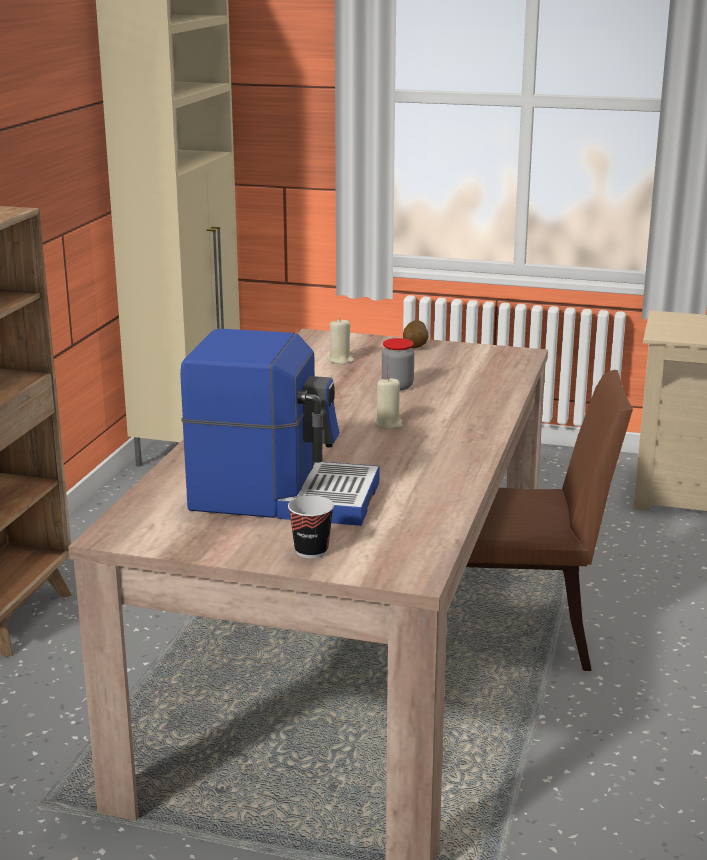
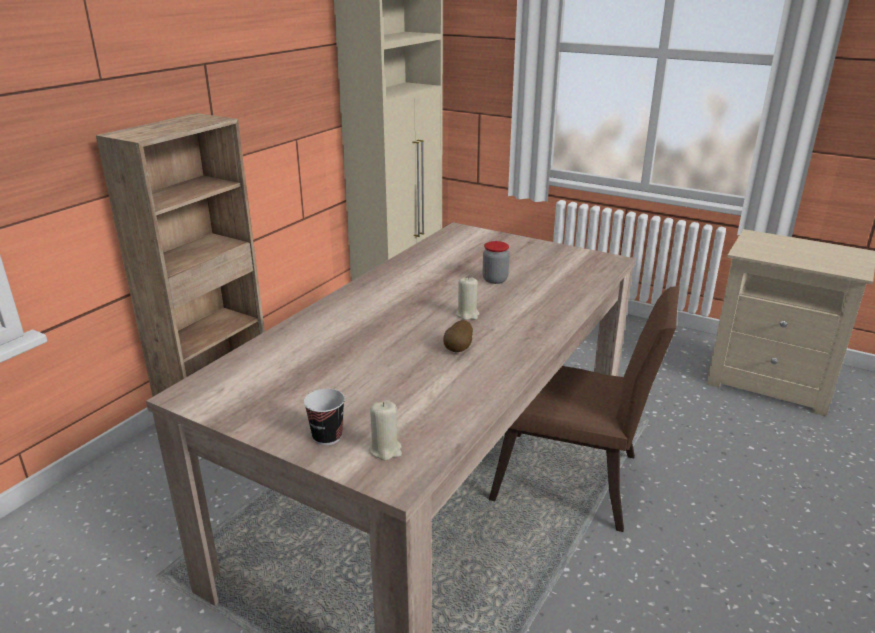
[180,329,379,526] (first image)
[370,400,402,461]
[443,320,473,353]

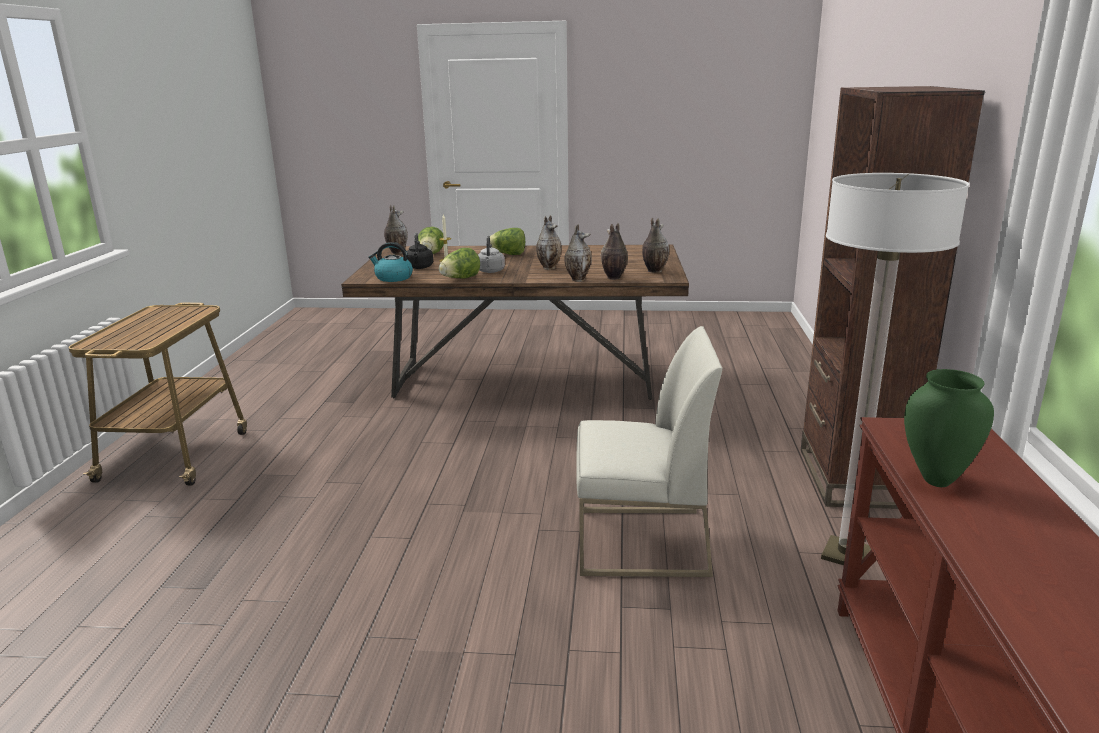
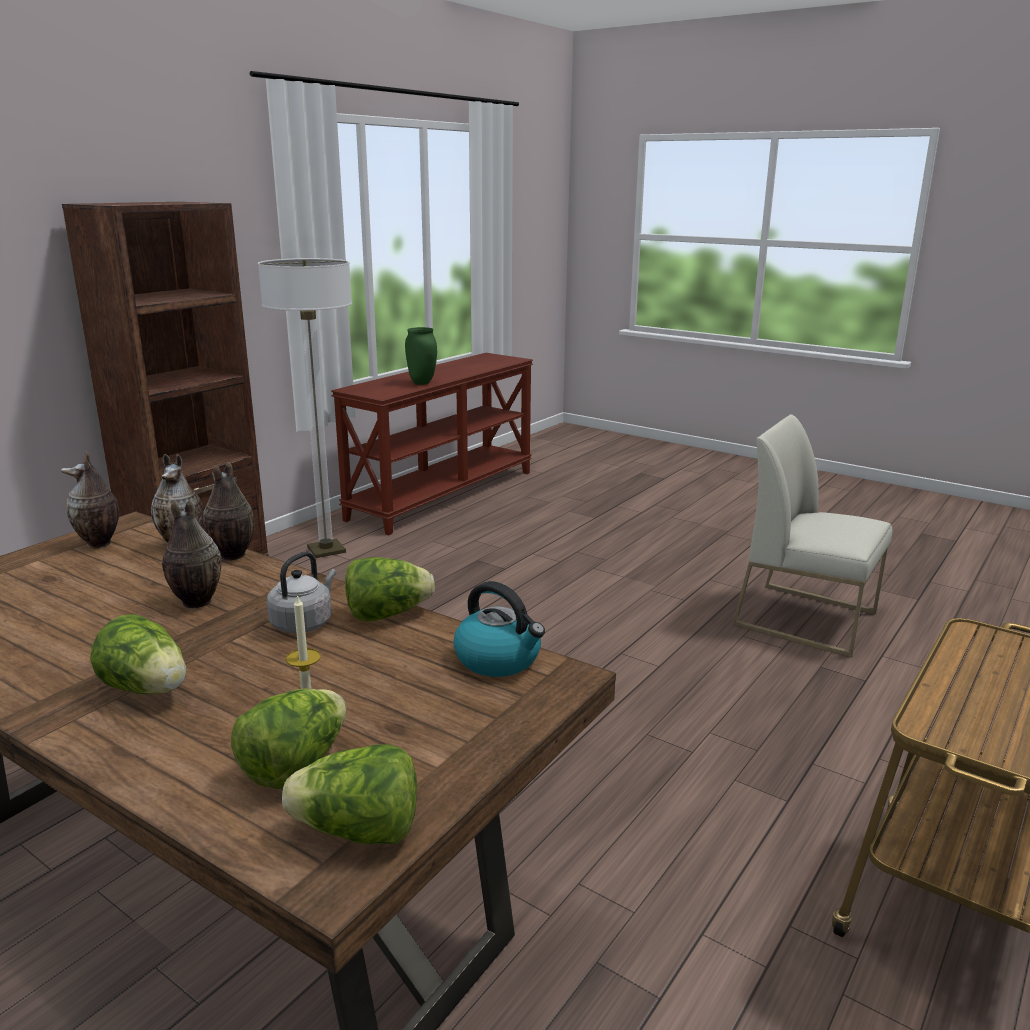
[407,233,433,269] (first image)
[733,414,892,658]
[282,744,417,844]

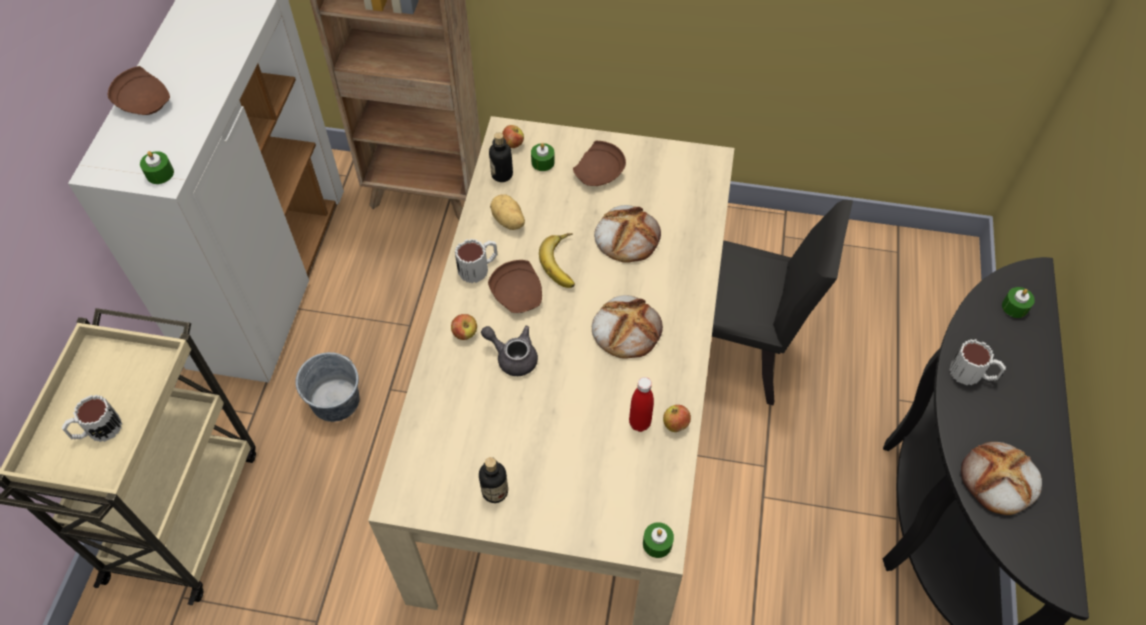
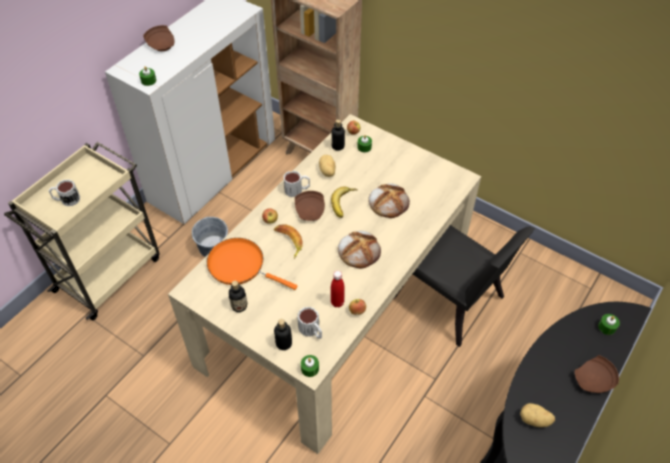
[207,238,298,290]
[274,319,292,350]
[575,355,619,393]
[297,306,322,339]
[274,224,302,259]
[520,403,555,427]

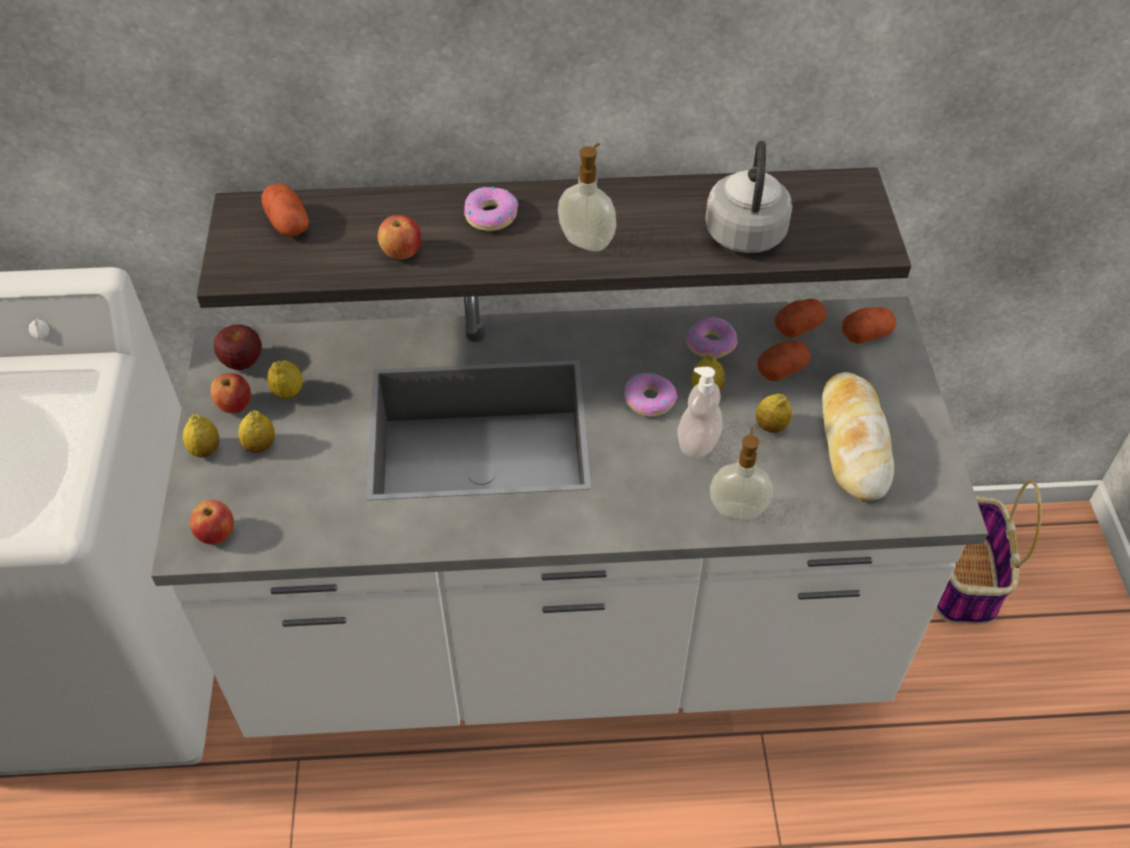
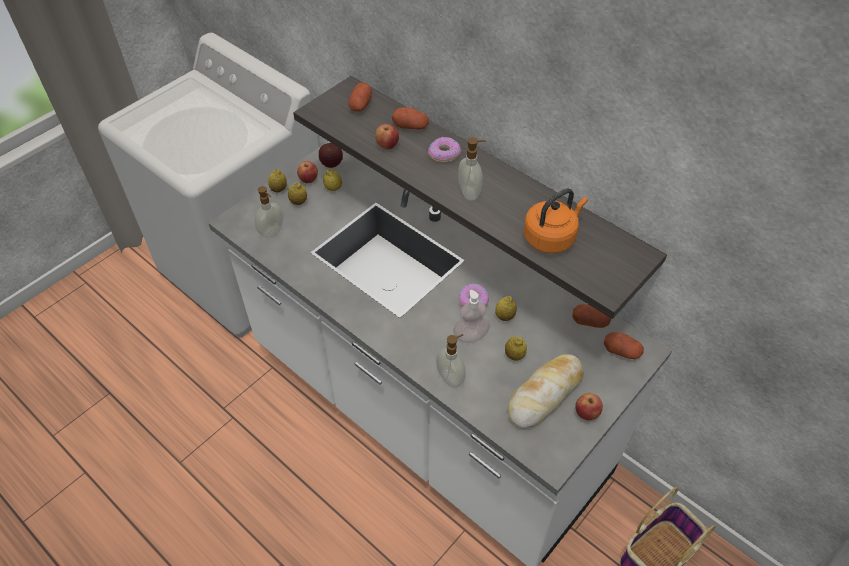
[686,317,738,359] (first image)
[255,186,283,238]
[575,393,603,420]
[392,107,429,130]
[524,188,588,253]

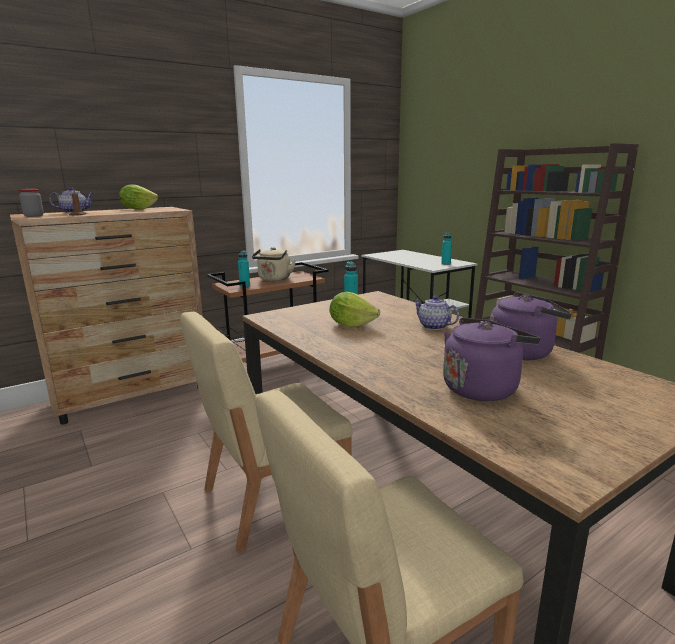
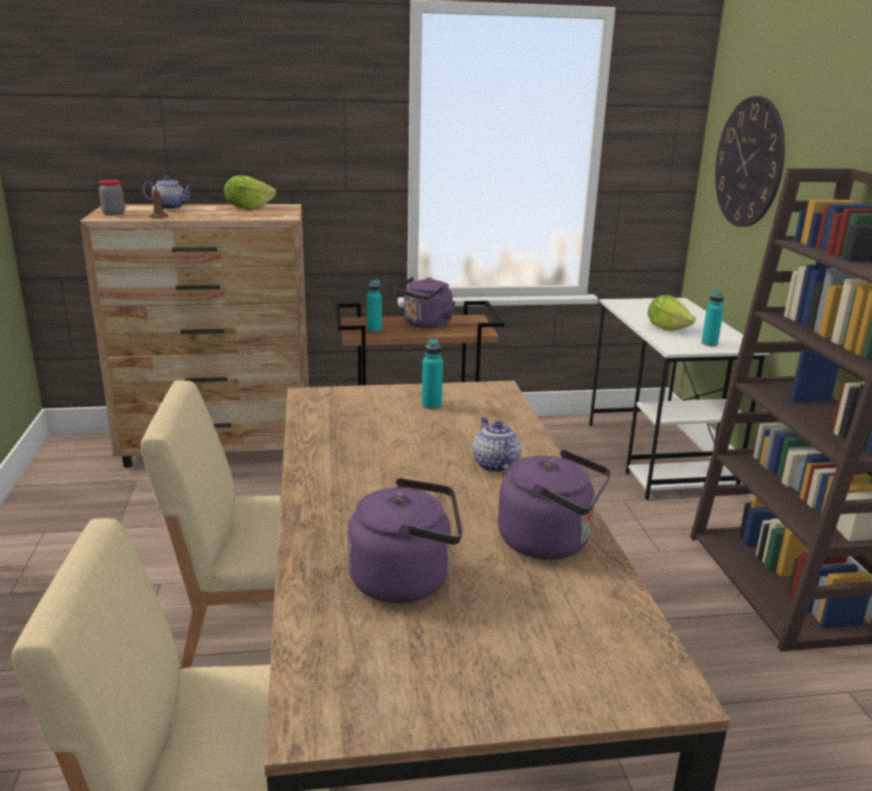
[715,96,785,227]
[648,295,696,331]
[395,277,456,329]

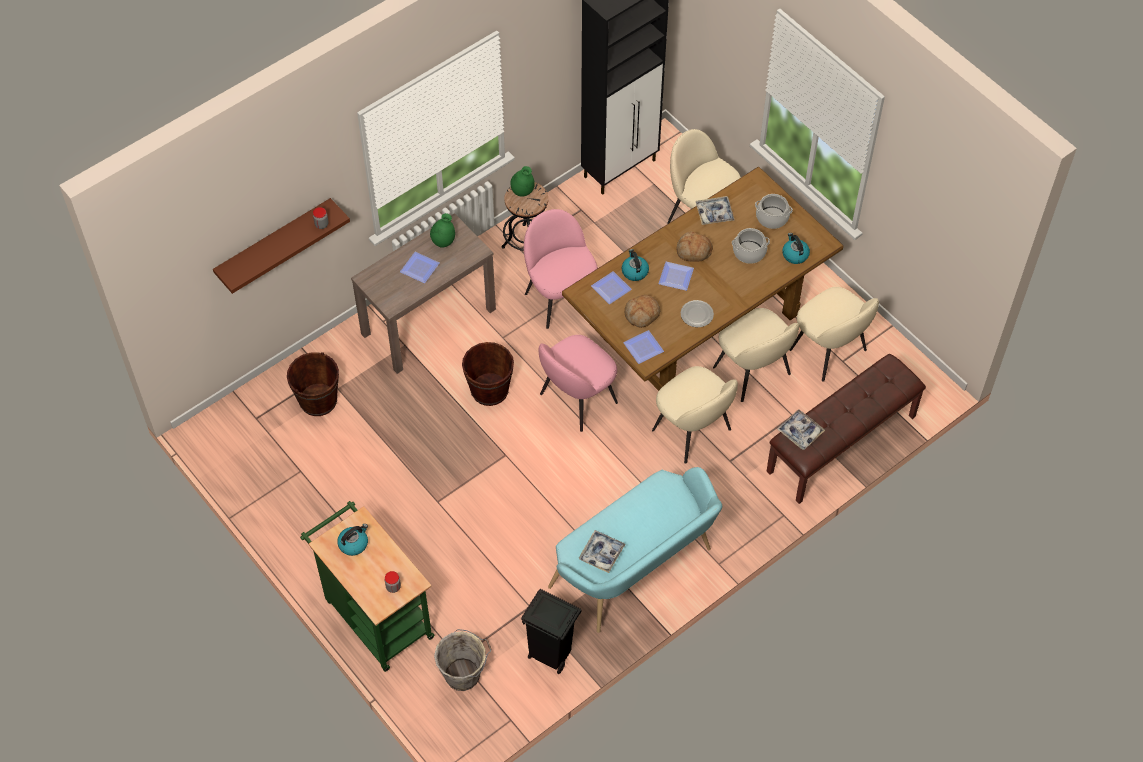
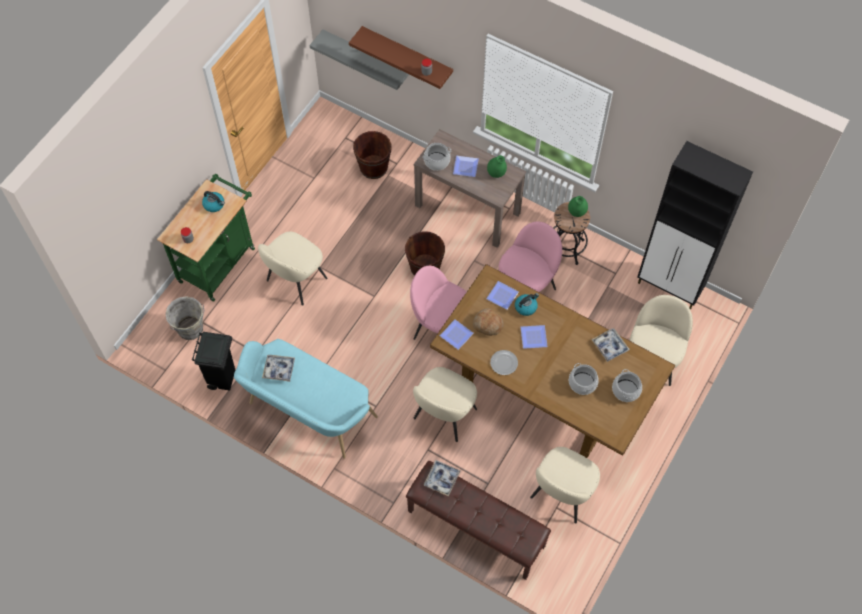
[676,232,713,262] (first image)
[782,233,810,264] (first image)
[310,30,409,90]
[423,143,451,171]
[258,232,328,306]

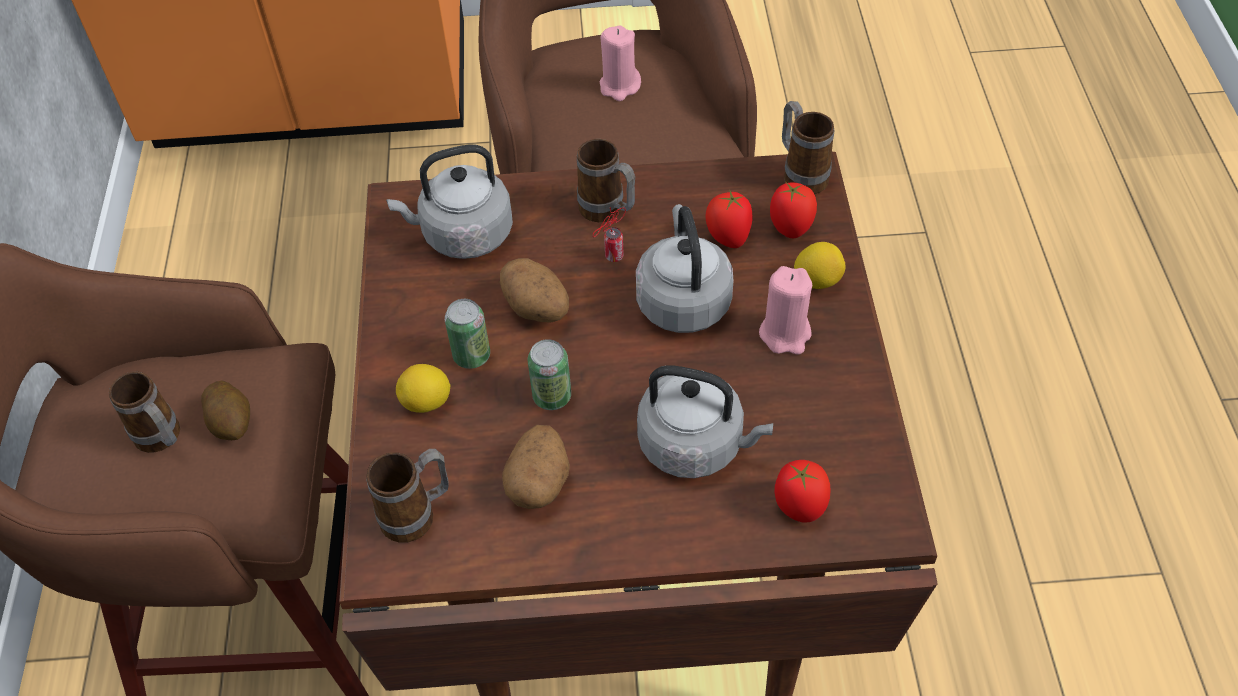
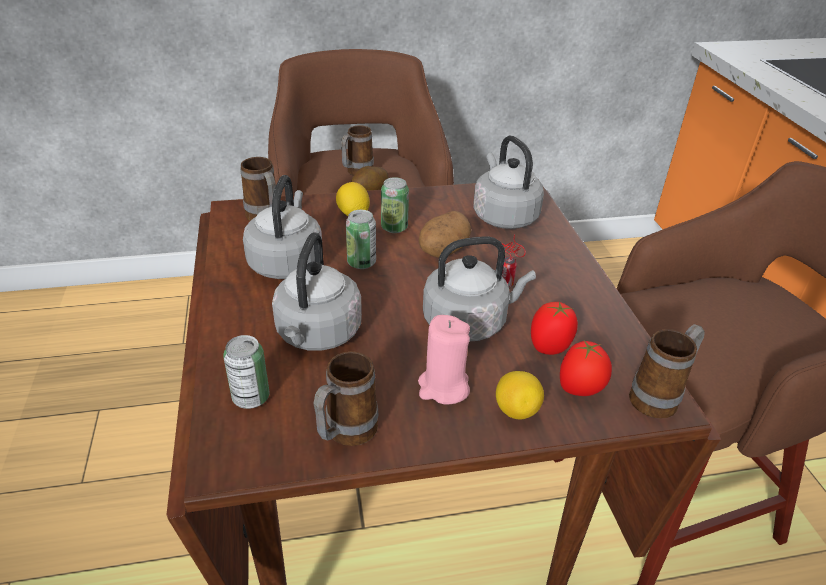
[600,25,641,101] (first image)
[313,351,378,446]
[243,175,322,279]
[223,335,270,409]

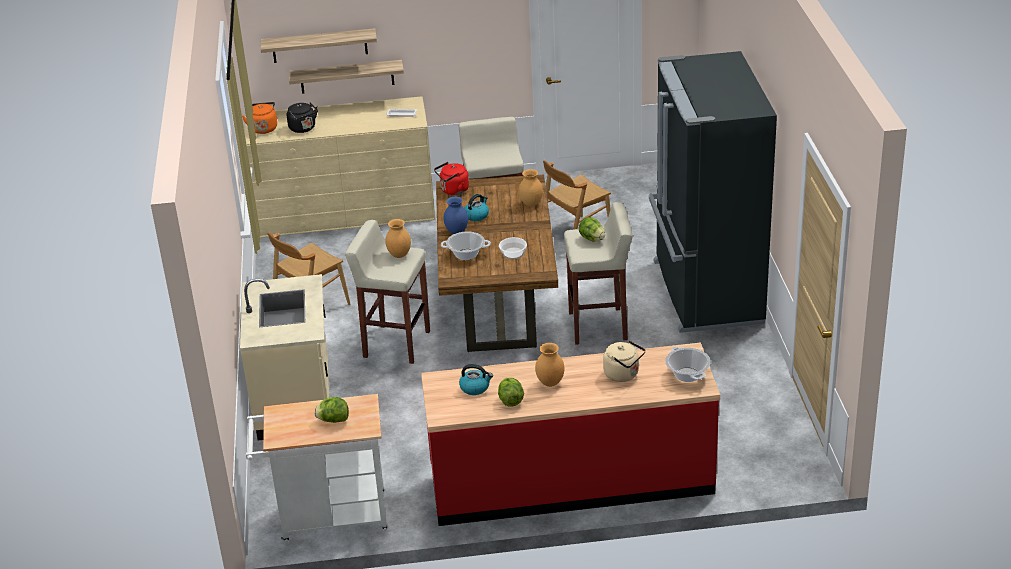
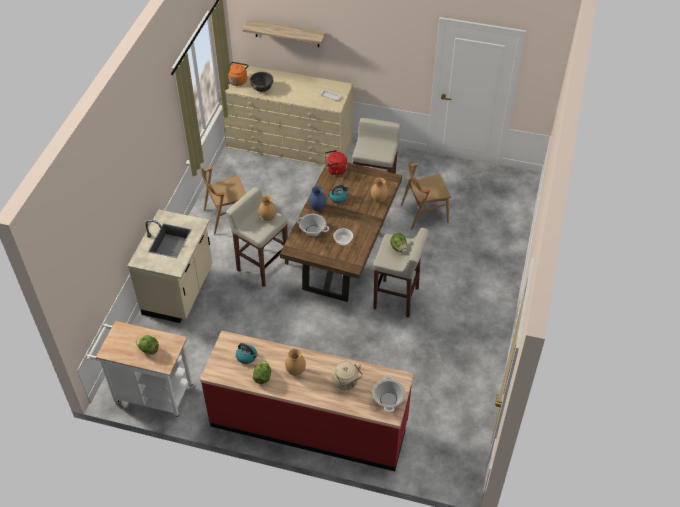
[289,60,404,94] (first image)
[649,51,777,333] (first image)
[249,71,274,92]

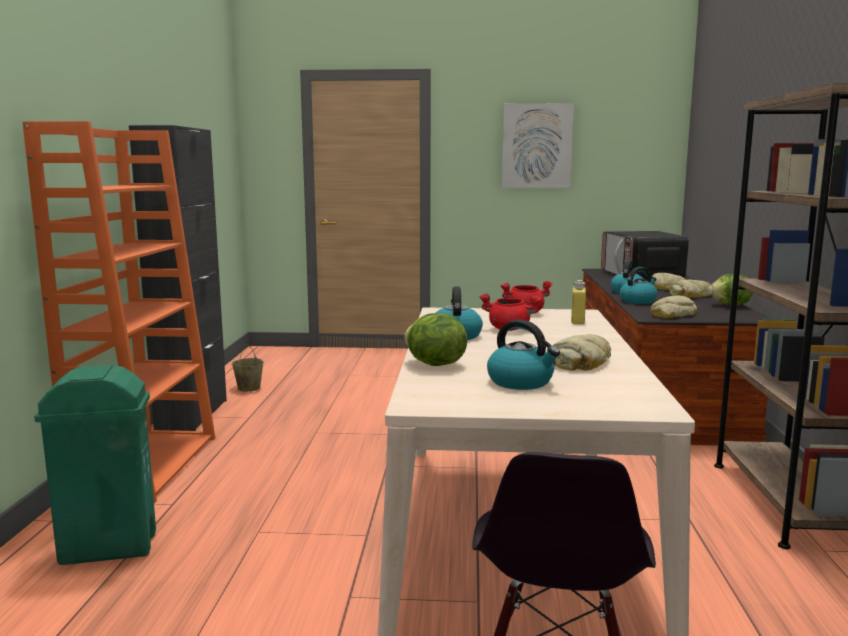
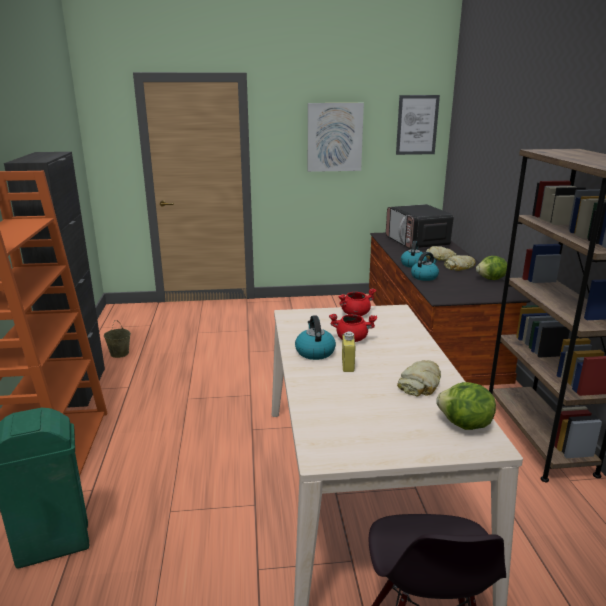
[487,320,560,390] (first image)
[651,296,697,318] (first image)
[396,95,440,155]
[437,382,496,430]
[342,331,355,372]

